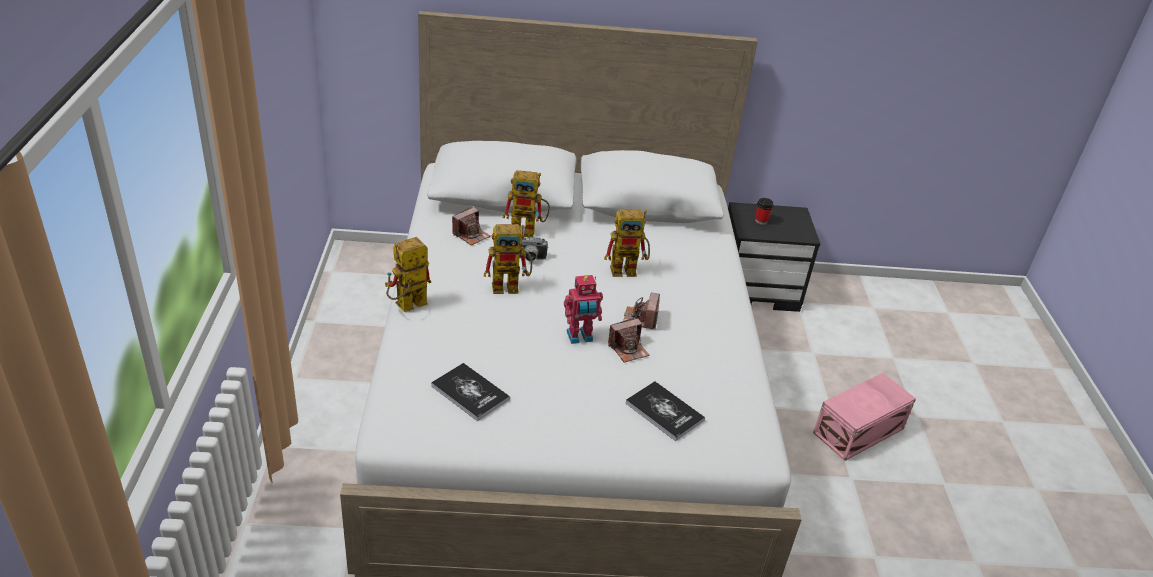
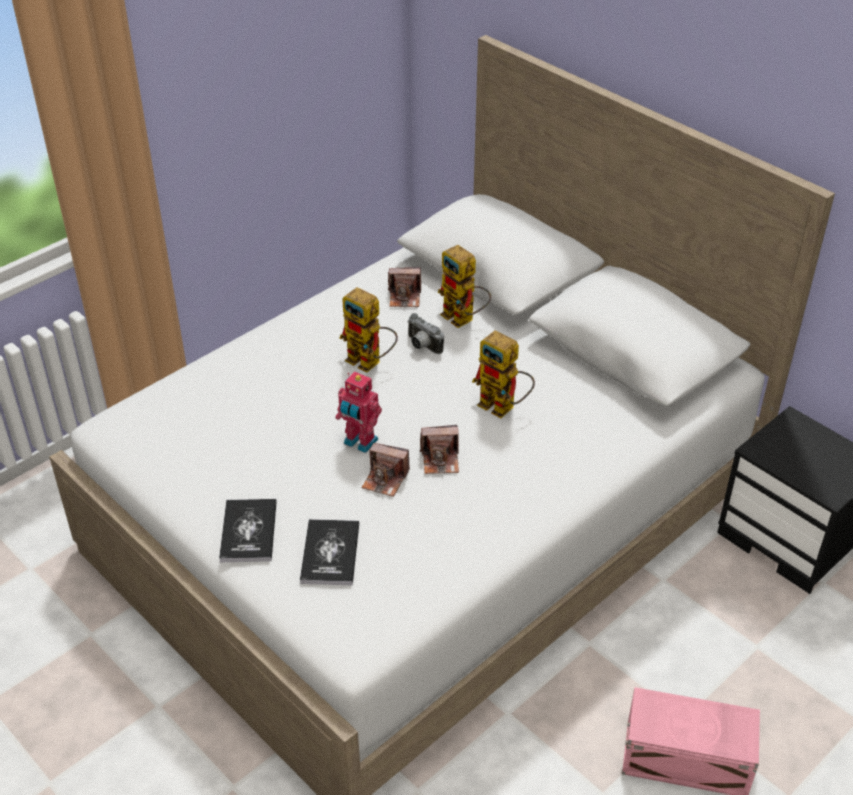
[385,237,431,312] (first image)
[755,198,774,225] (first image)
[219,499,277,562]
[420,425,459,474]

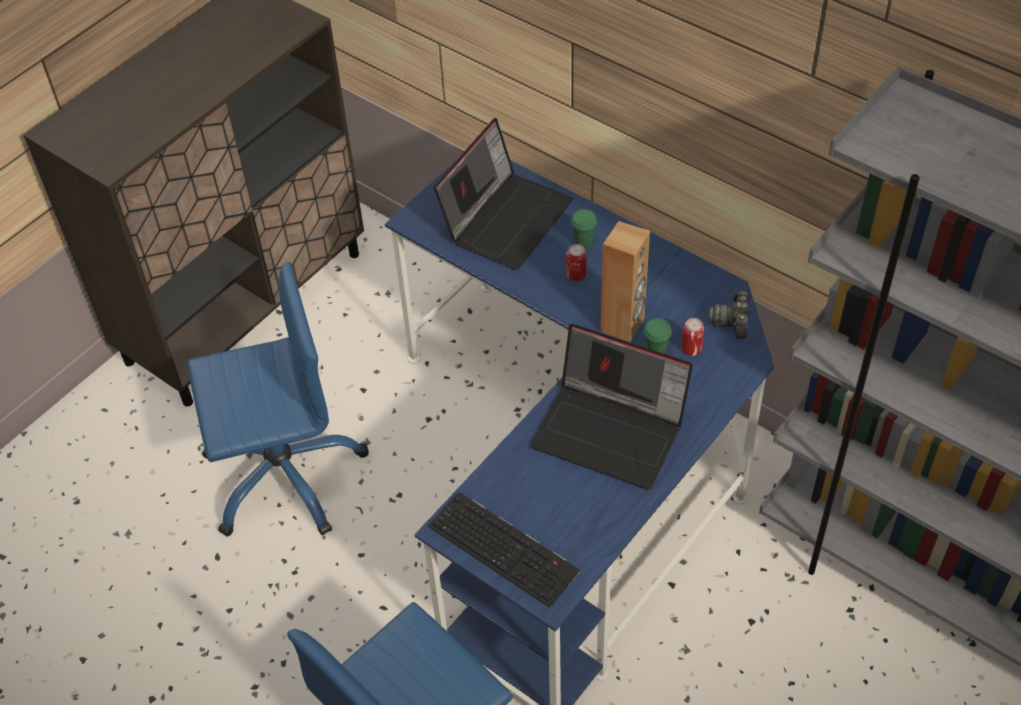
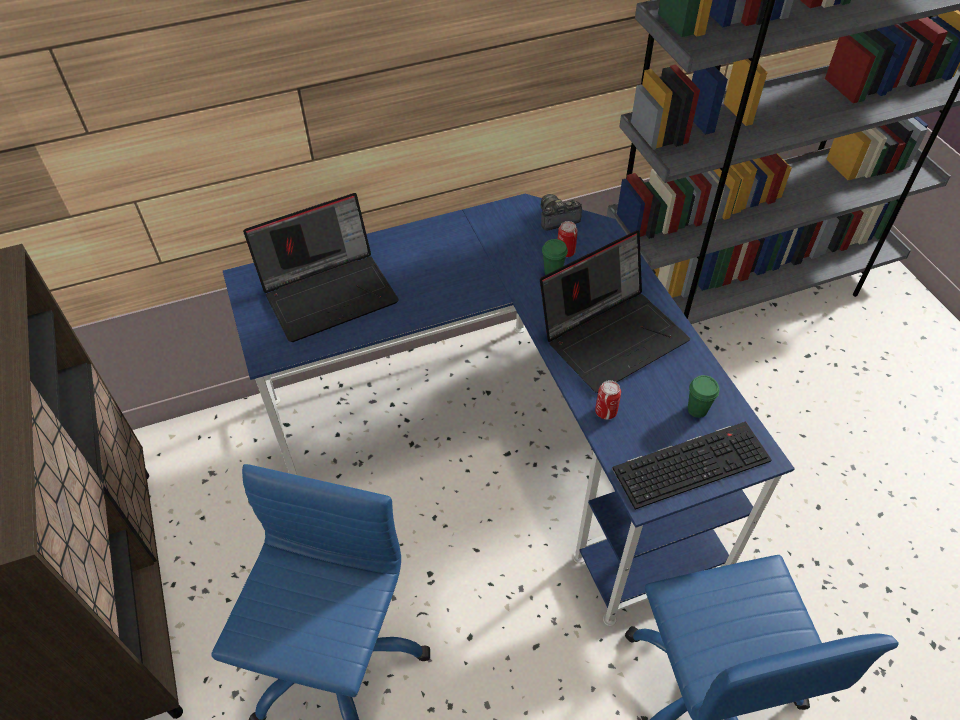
[600,221,650,342] (first image)
[595,380,621,420]
[688,375,719,418]
[243,193,399,342]
[541,194,582,231]

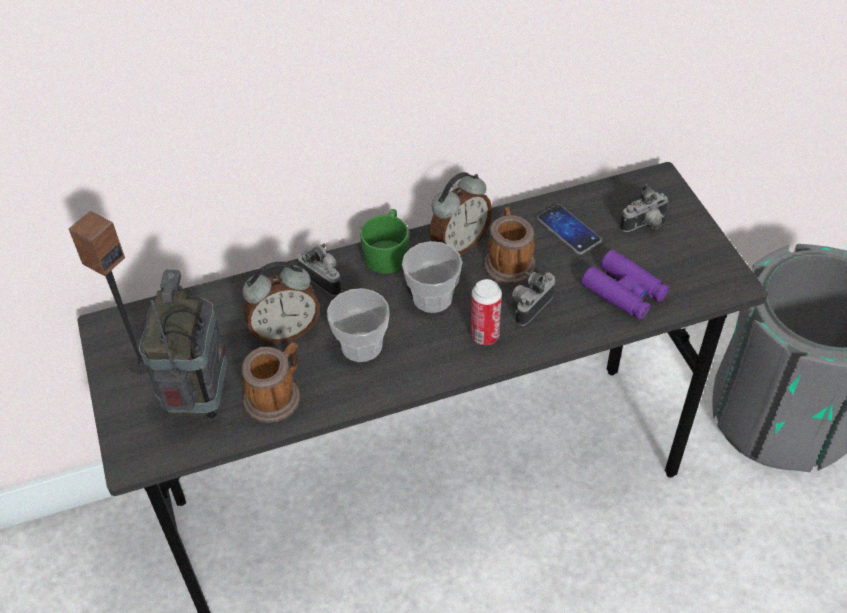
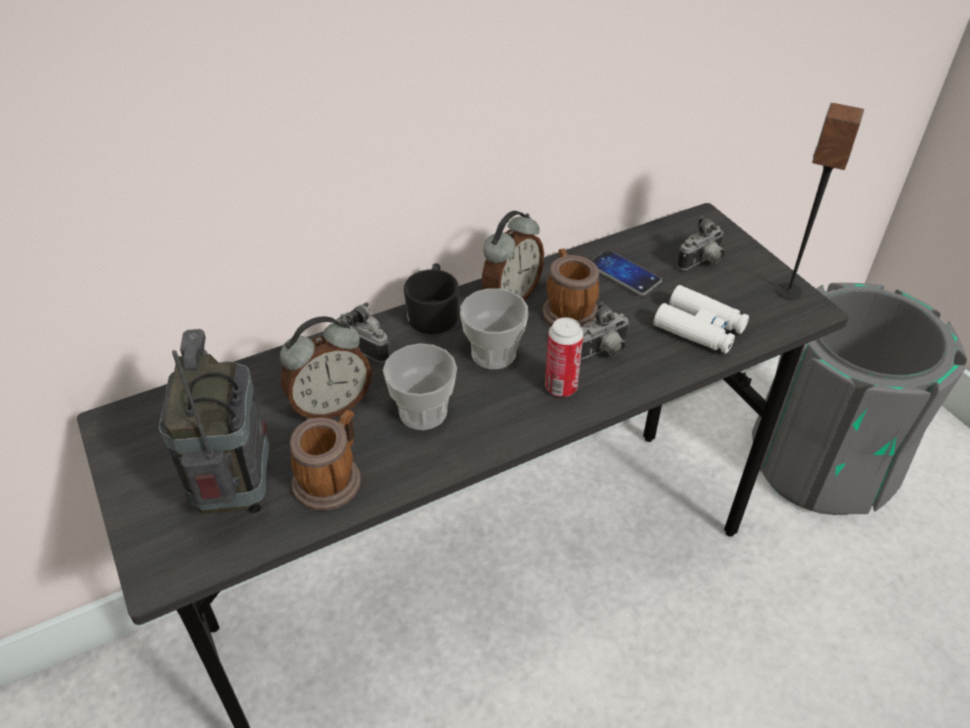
[776,103,864,300]
[404,263,459,334]
[654,285,749,354]
[581,302,630,359]

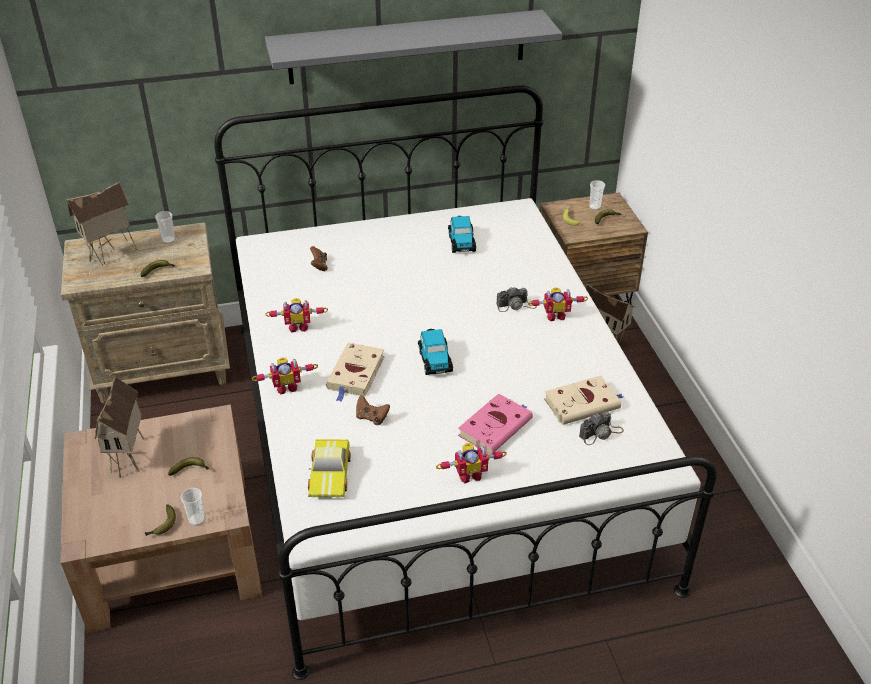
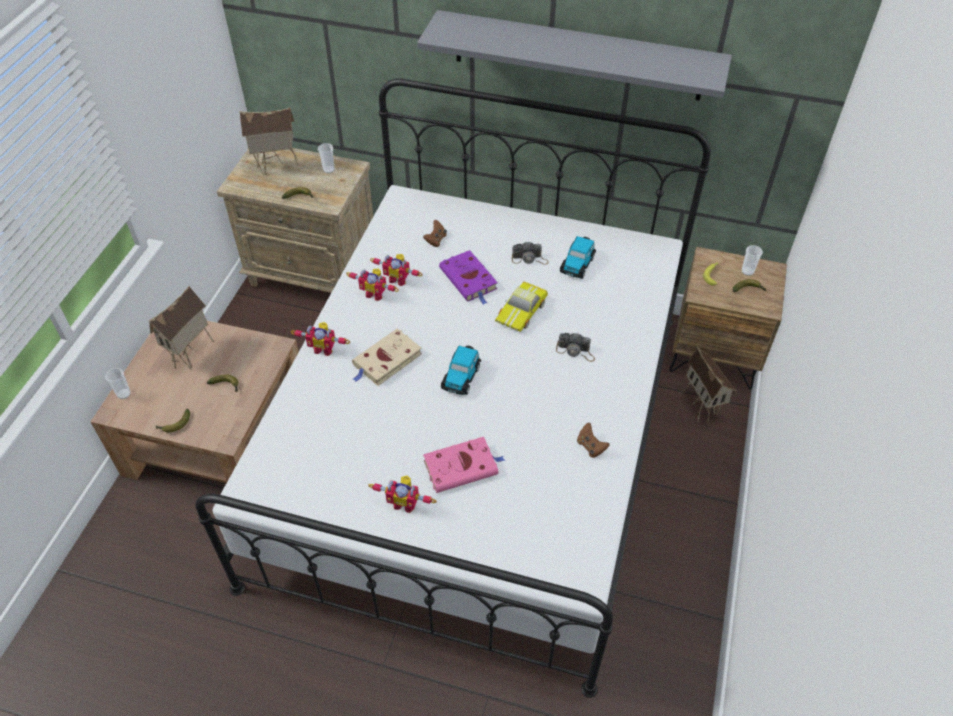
[544,376,623,425] (first image)
[439,250,498,305]
[105,368,131,399]
[495,281,548,332]
[577,423,609,458]
[370,254,423,286]
[512,241,549,265]

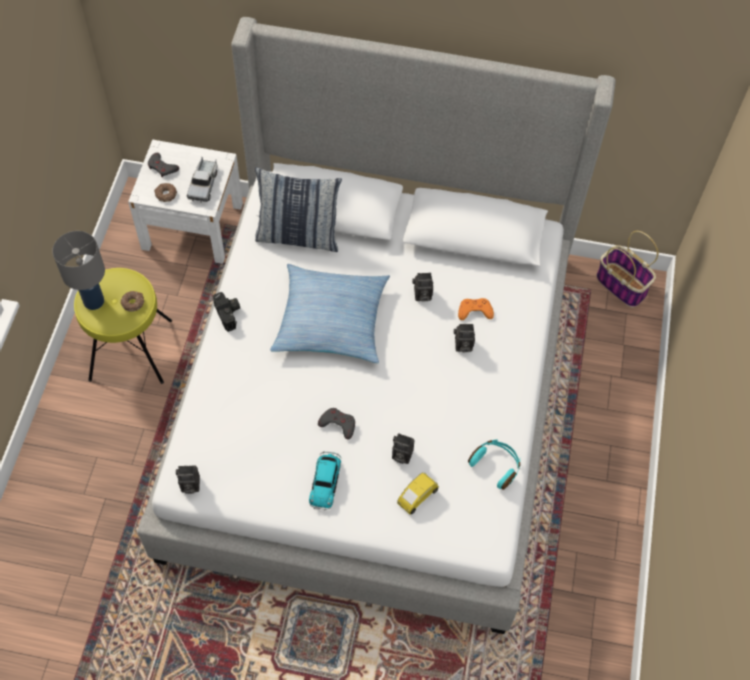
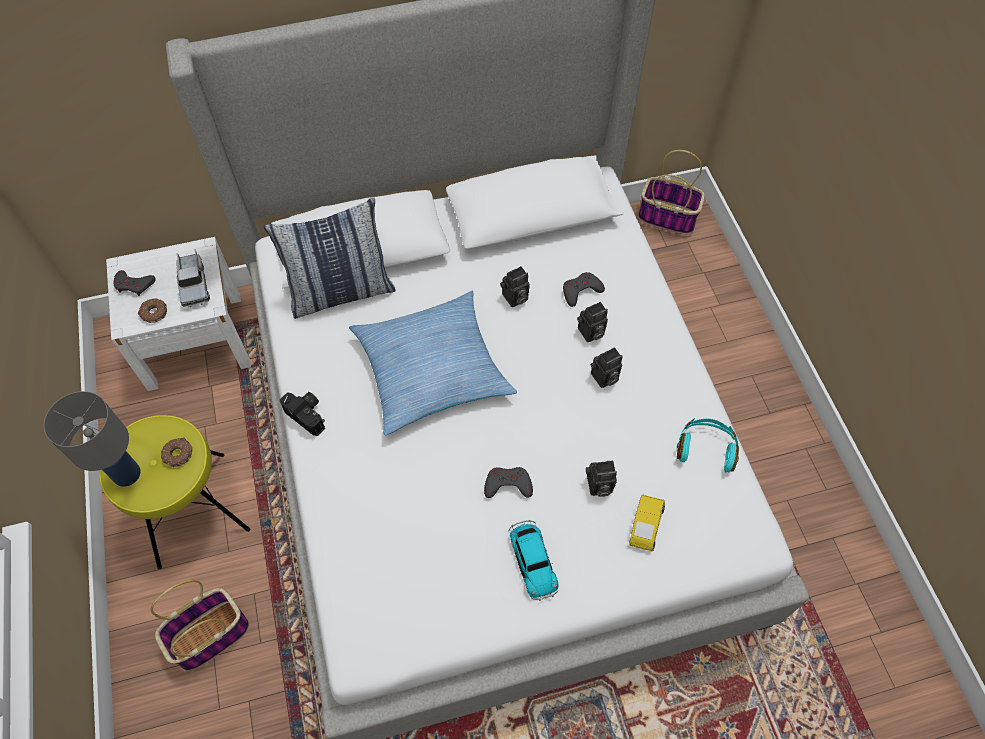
[150,580,249,671]
[591,347,622,388]
[563,272,605,307]

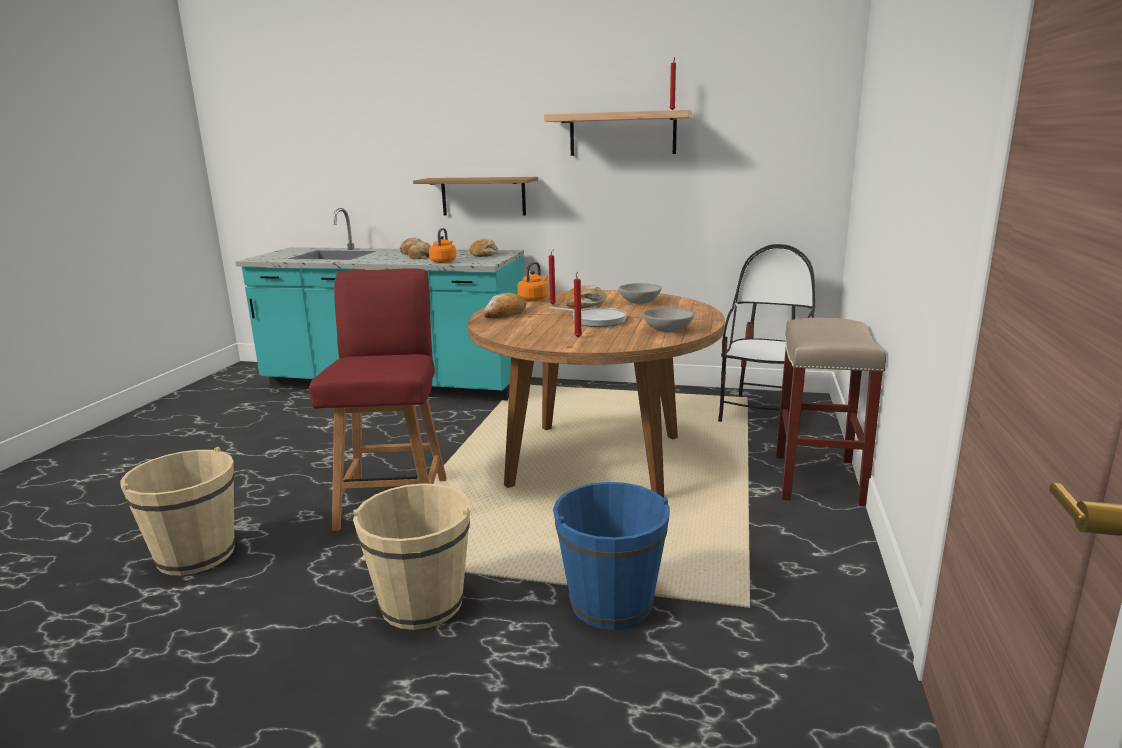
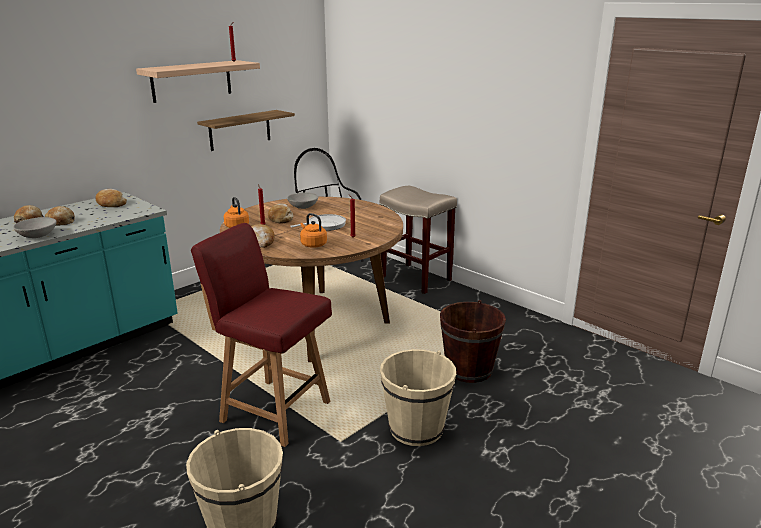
[197,110,295,151]
[300,213,327,248]
[13,217,56,238]
[440,300,506,383]

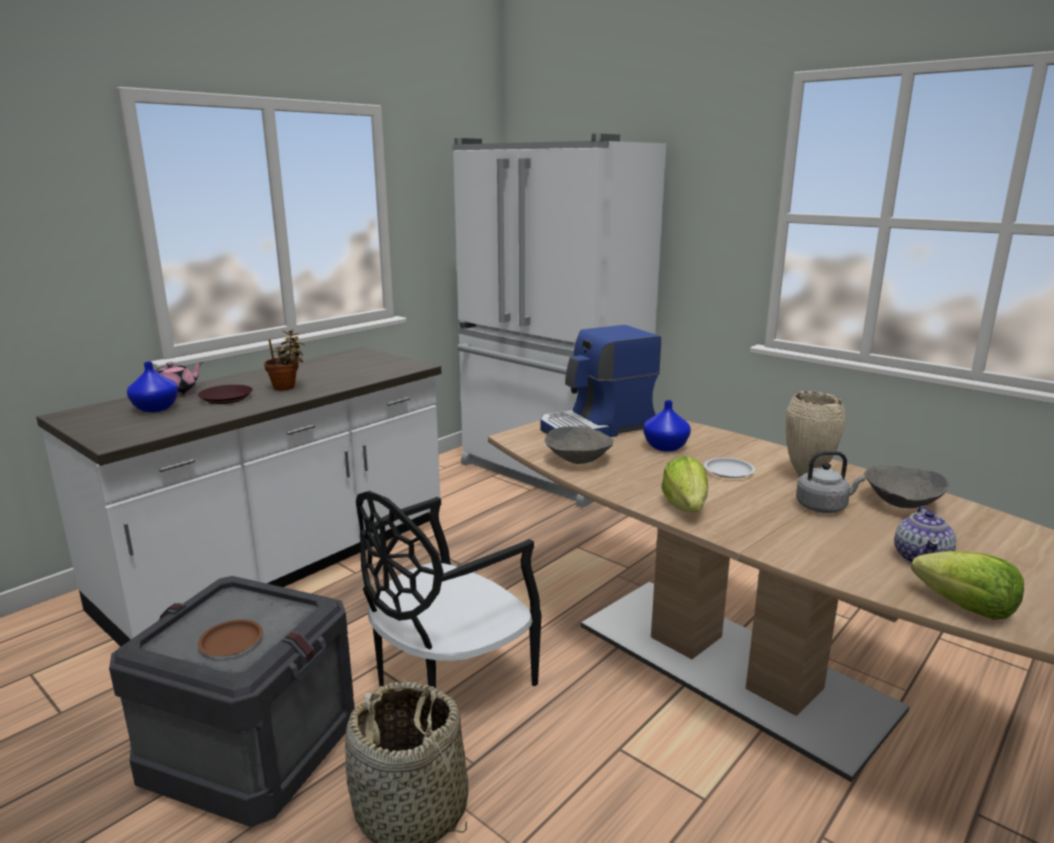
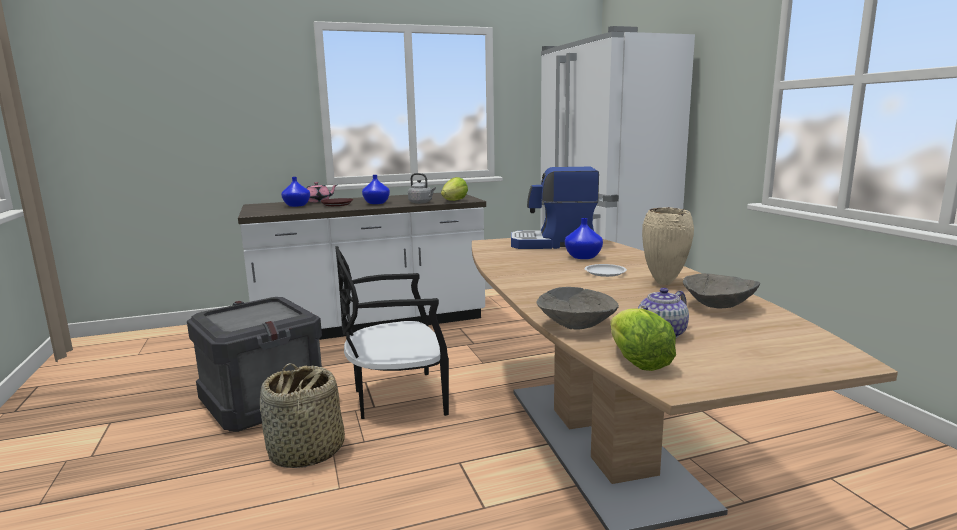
[198,619,263,656] (first image)
[536,287,619,330]
[441,177,468,201]
[408,173,436,204]
[362,175,390,204]

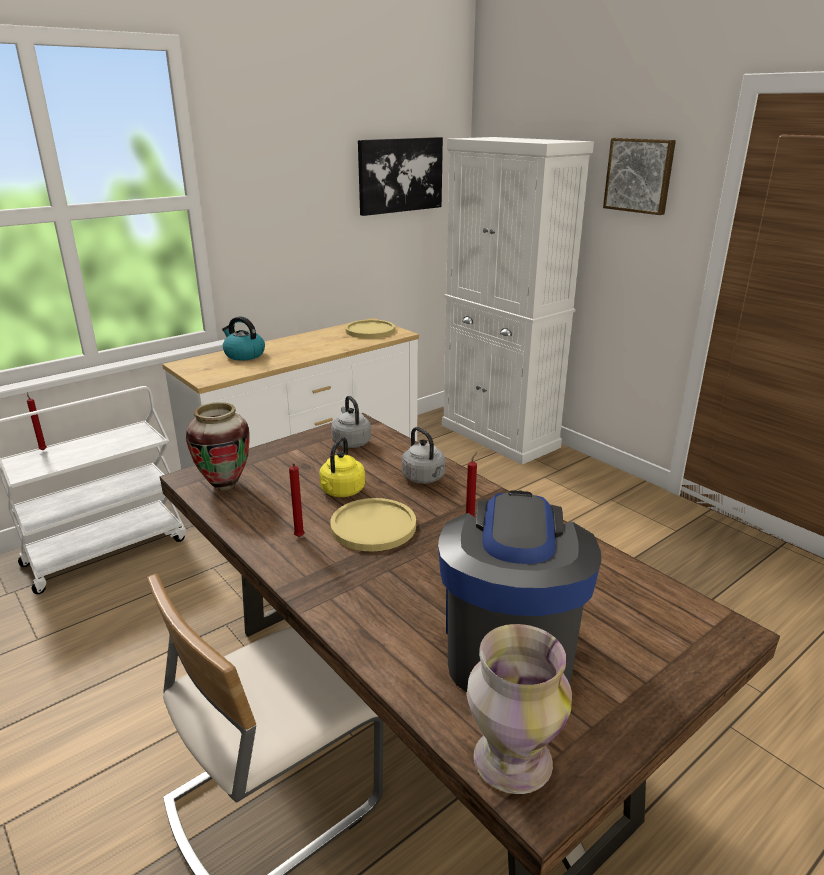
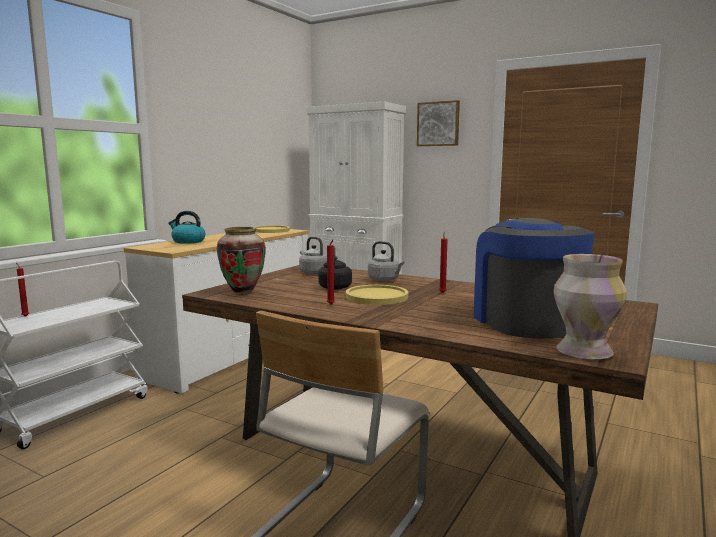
[358,137,443,216] (first image)
[318,246,352,290]

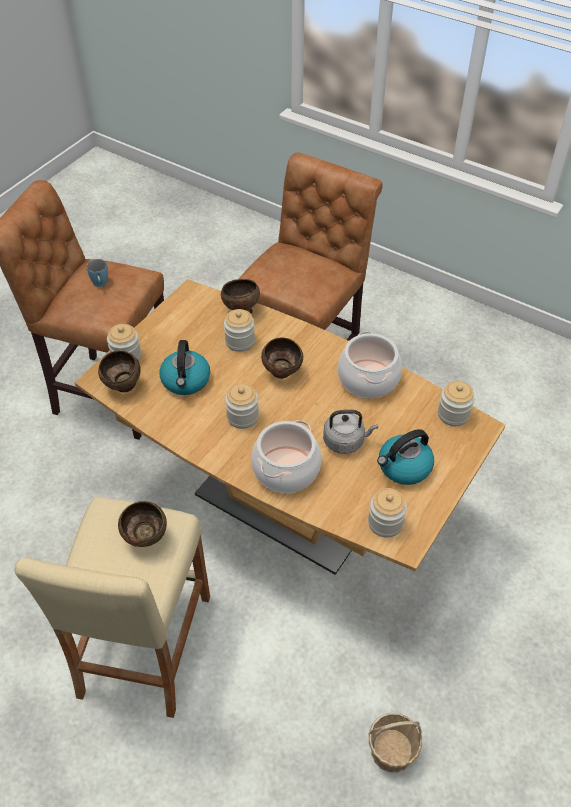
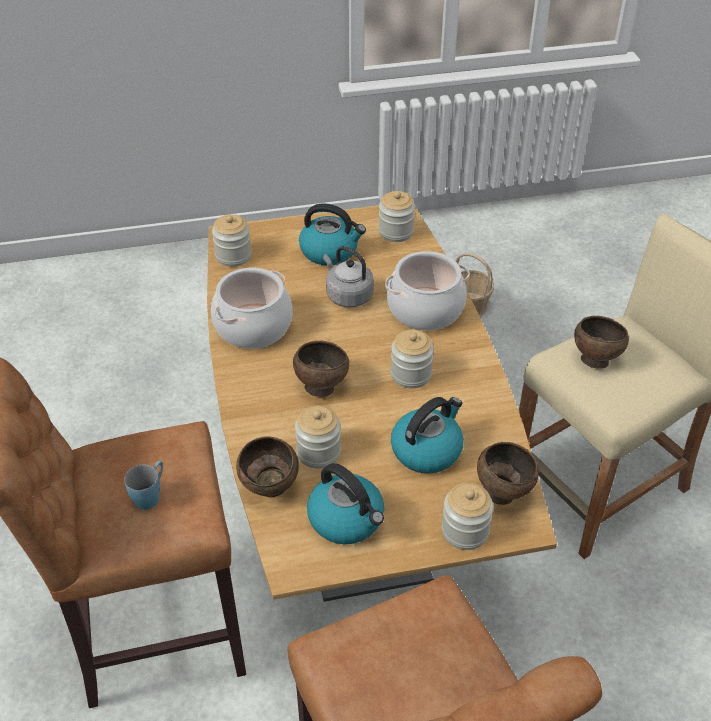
[307,463,384,544]
[124,461,163,510]

